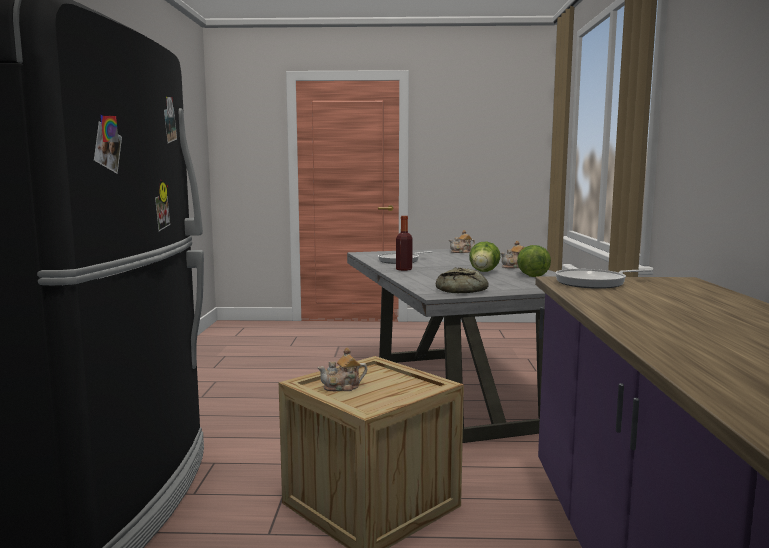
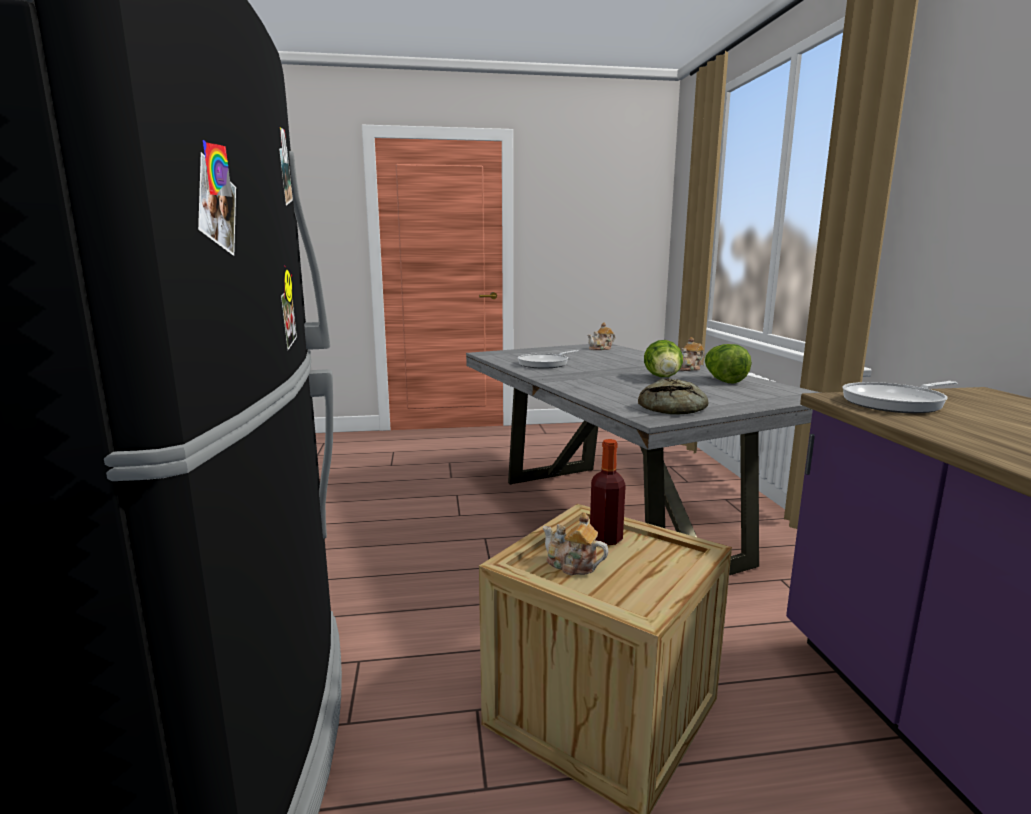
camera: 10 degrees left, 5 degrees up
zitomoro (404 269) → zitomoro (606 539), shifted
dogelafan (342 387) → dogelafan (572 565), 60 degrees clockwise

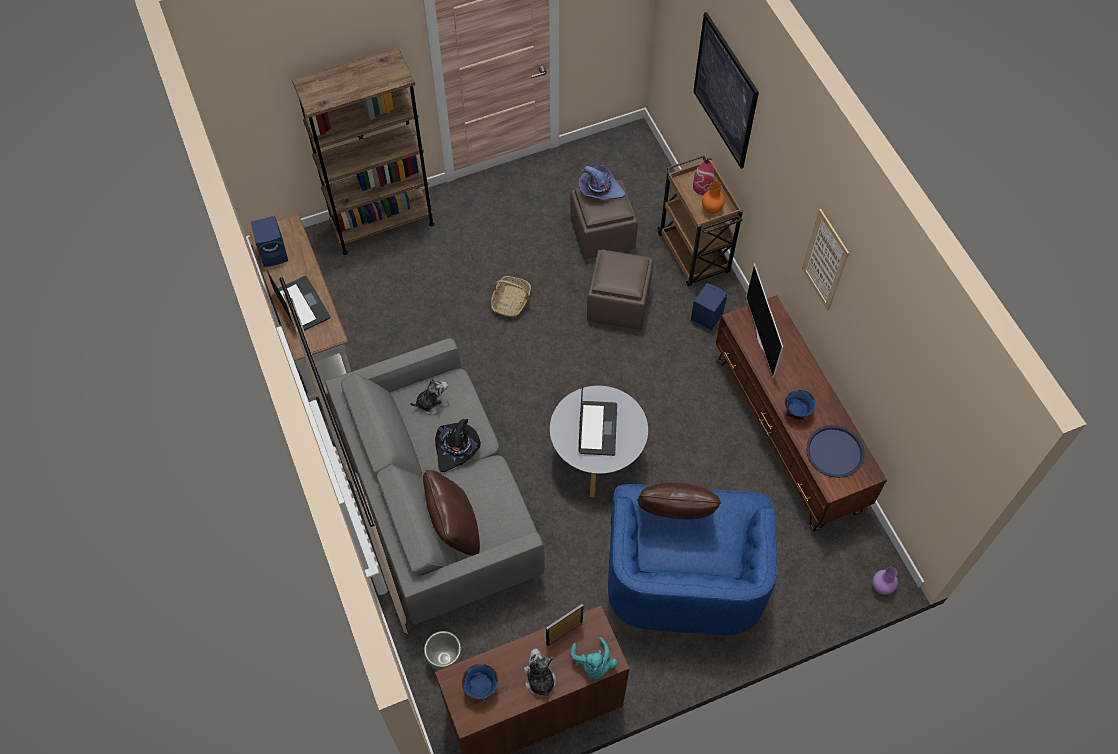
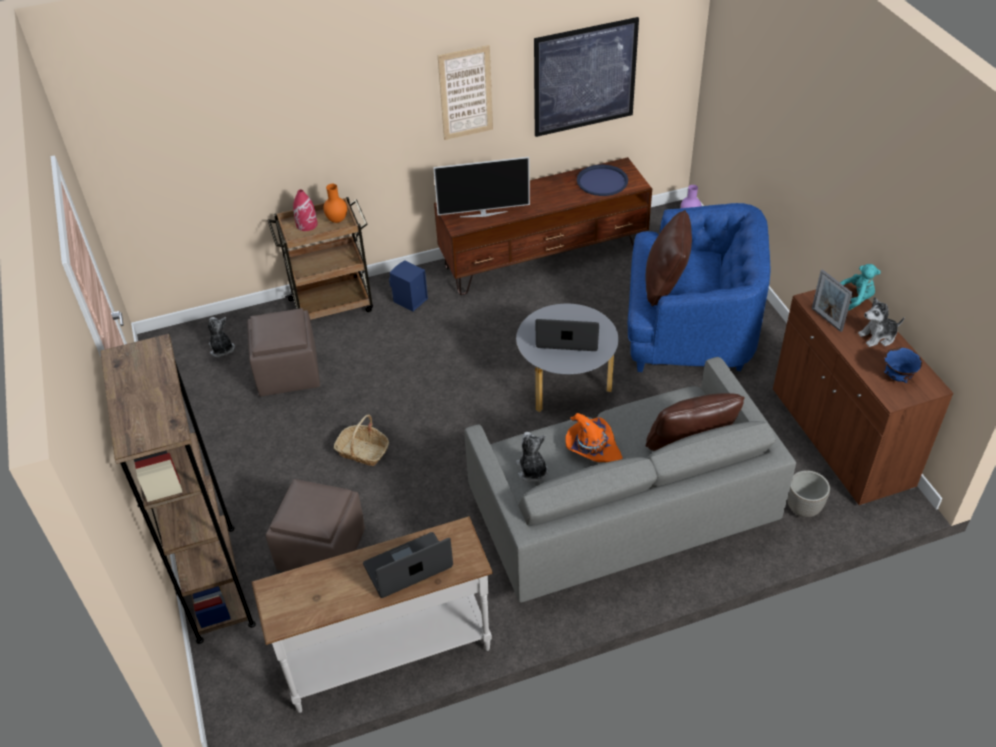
camera: 85 degrees left, 15 degrees down
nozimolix (725 91) → nozimolix (585 77), shifted
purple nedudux (599 189) → -
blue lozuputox (275 253) → -
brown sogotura (619 304) → brown sogotura (322 549), shifted
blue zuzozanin (796 413) → -
black nedudux (457 448) → orange nedudux (592 447)
- → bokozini (222 349)

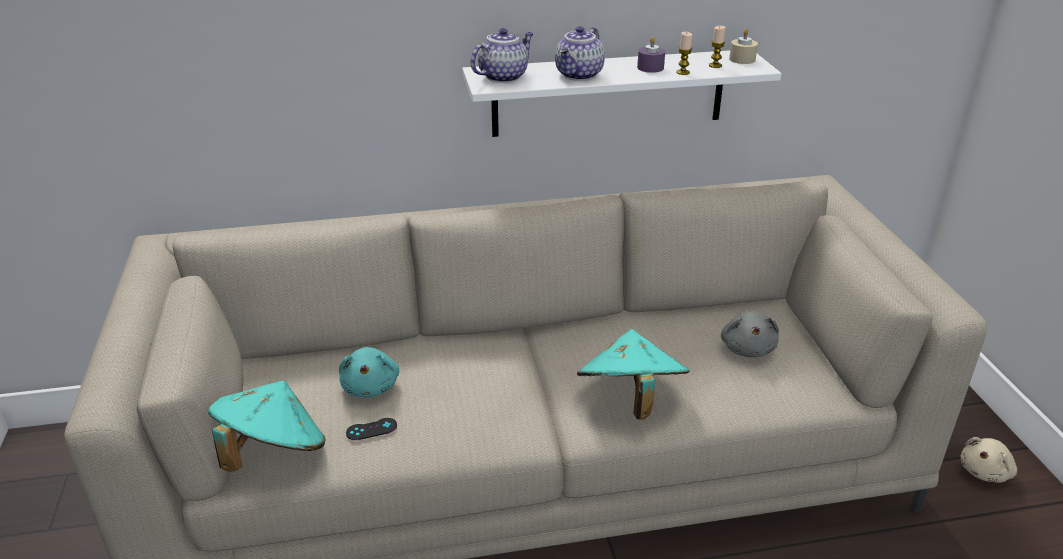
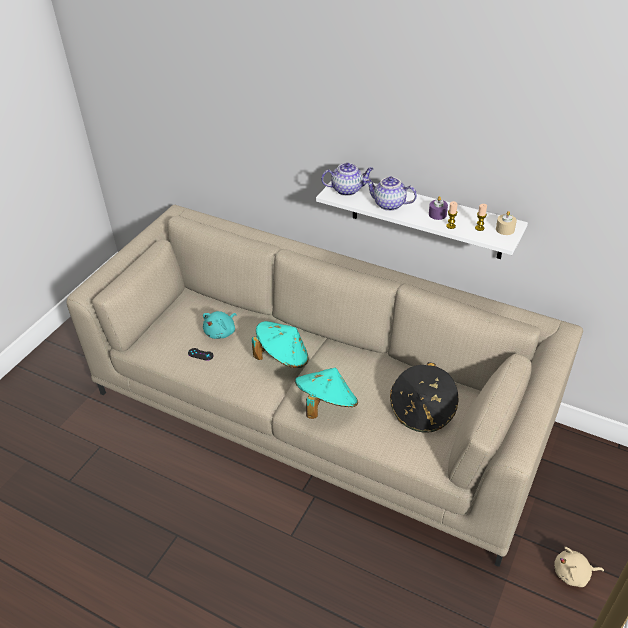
camera: 40 degrees right, 10 degrees up
dogelafan (580 75) → dogelafan (389 205), 45 degrees clockwise
grey bokozini (747 348) → black nedudux (422 411)
turquoise nedudux (272 452) → turquoise nedudux (283 358), shifted

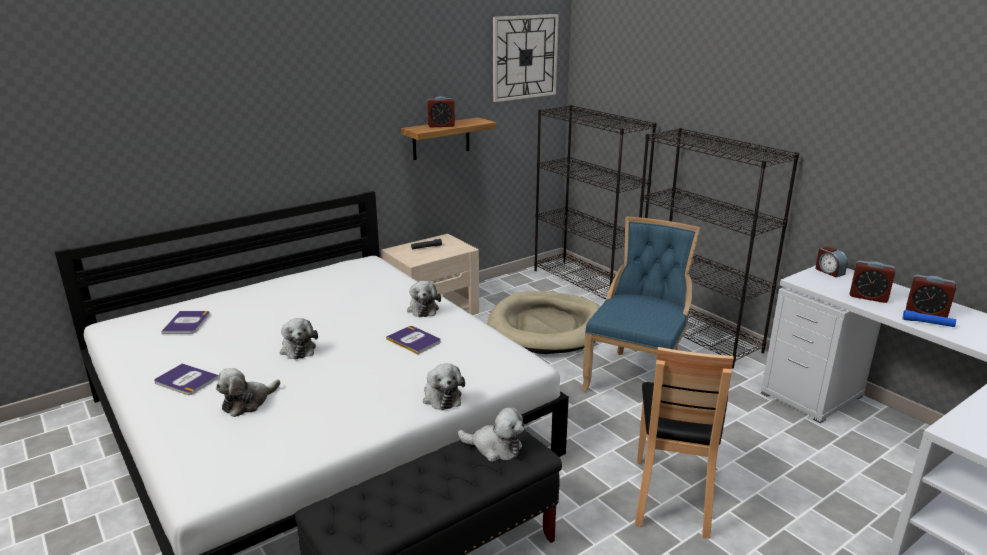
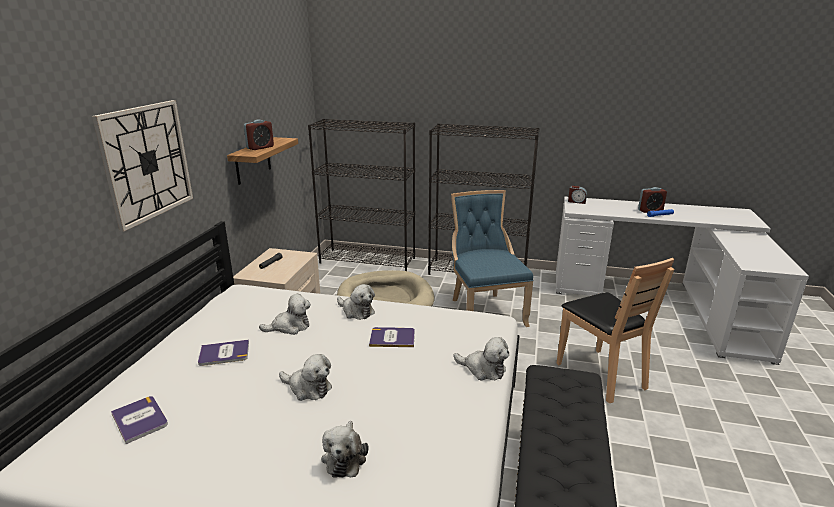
camera: 40 degrees left, 0 degrees up
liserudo (524 57) → liserudo (147 162), shifted
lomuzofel (868 297) → -
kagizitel (186 380) → kagizitel (224 353), shifted
bokozini (495 447) → bokozini (290 327), shifted

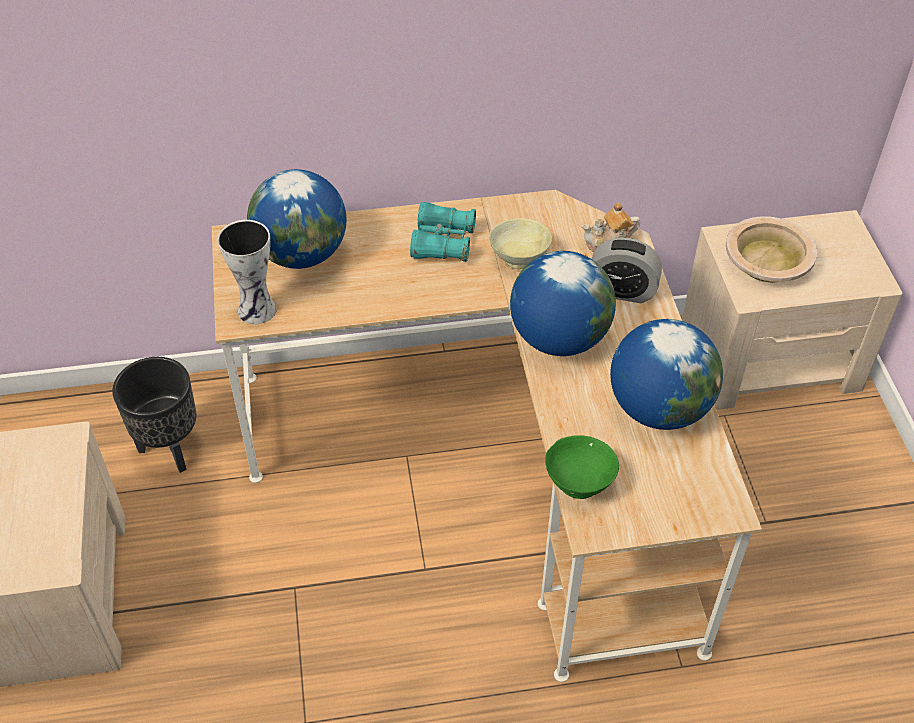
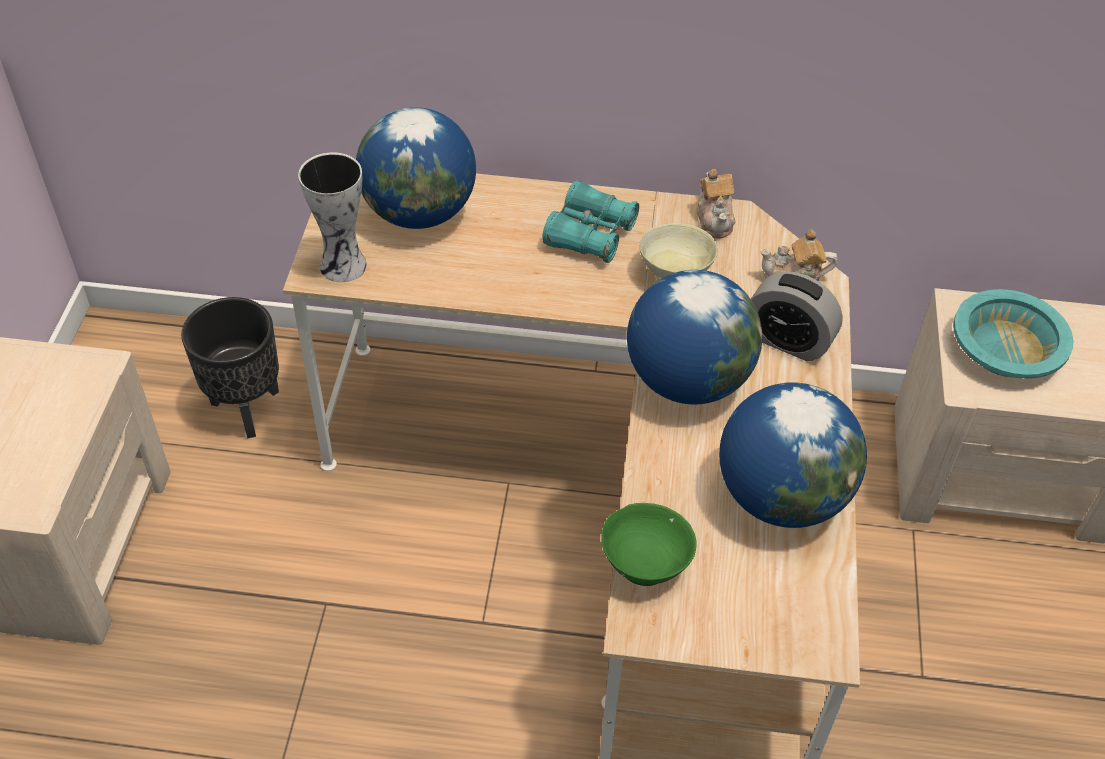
camera: 15 degrees right, 0 degrees up
beige zuzozanin (767 261) → turquoise zuzozanin (1006 348)
- → dogelafan (715 219)

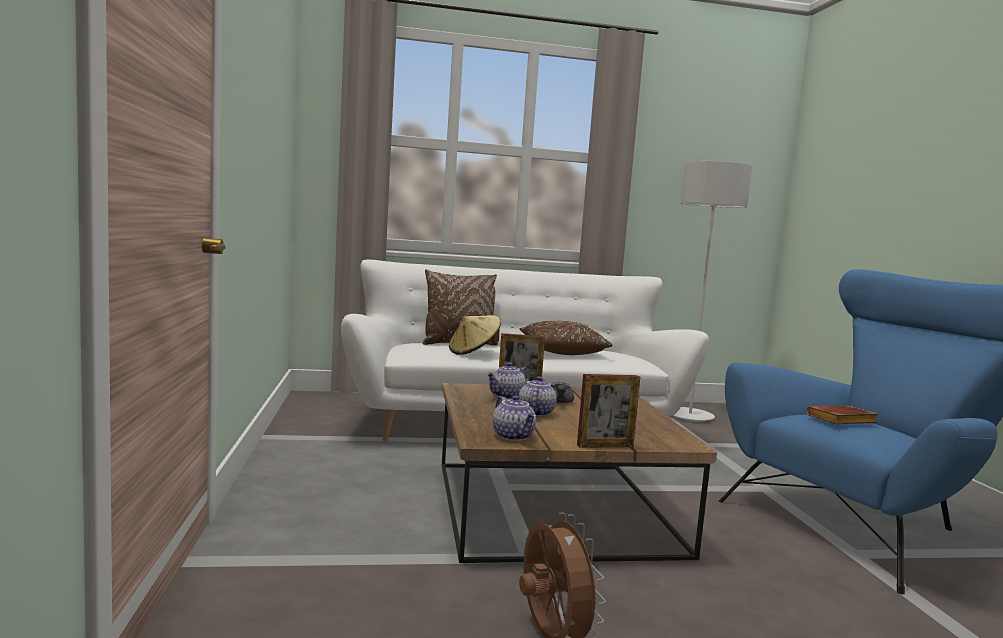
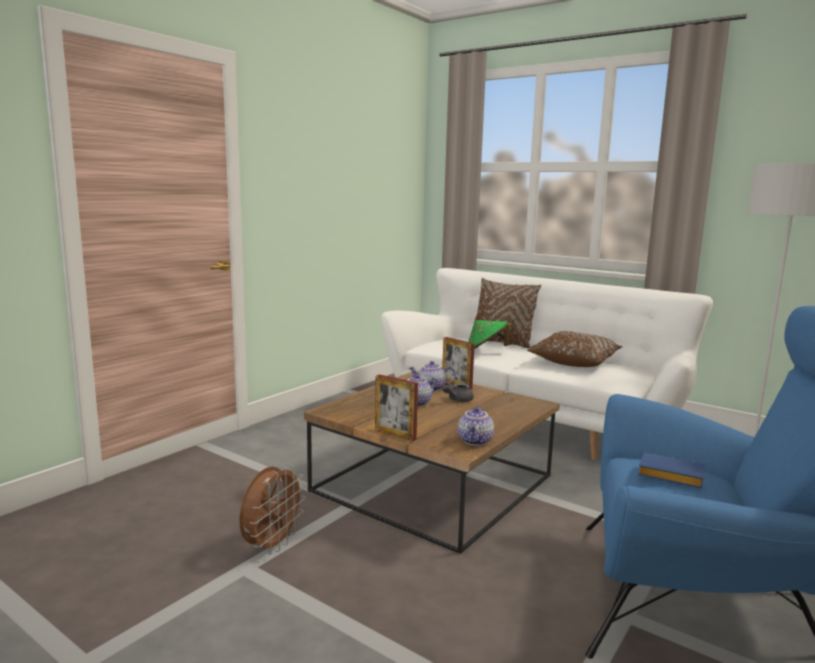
camera: 45 degrees right, 5 degrees up
beige nedudux (474 352) → green nedudux (486 351)
dogelafan (514 436) → dogelafan (476 441), shifted
brown kagizitel (841 421) → blue kagizitel (668 476)

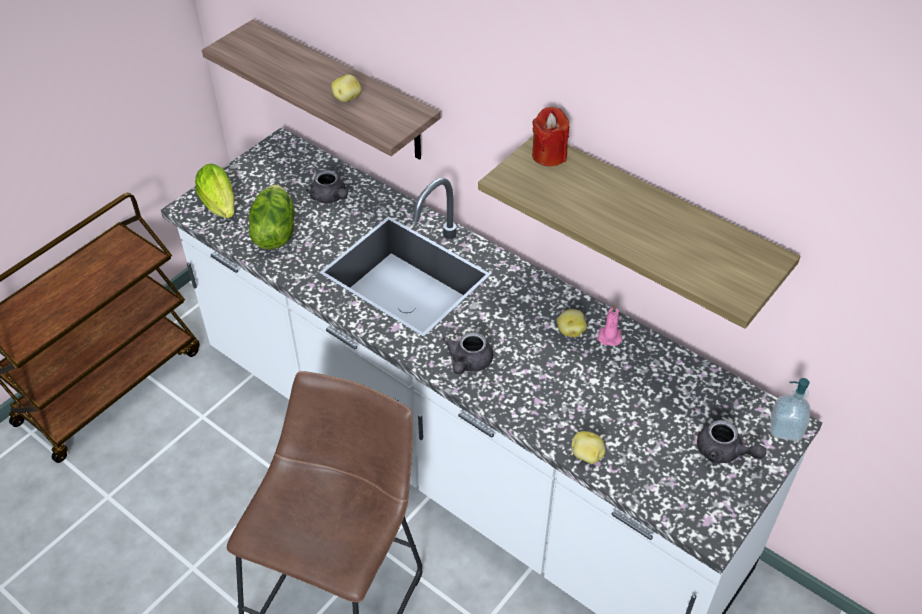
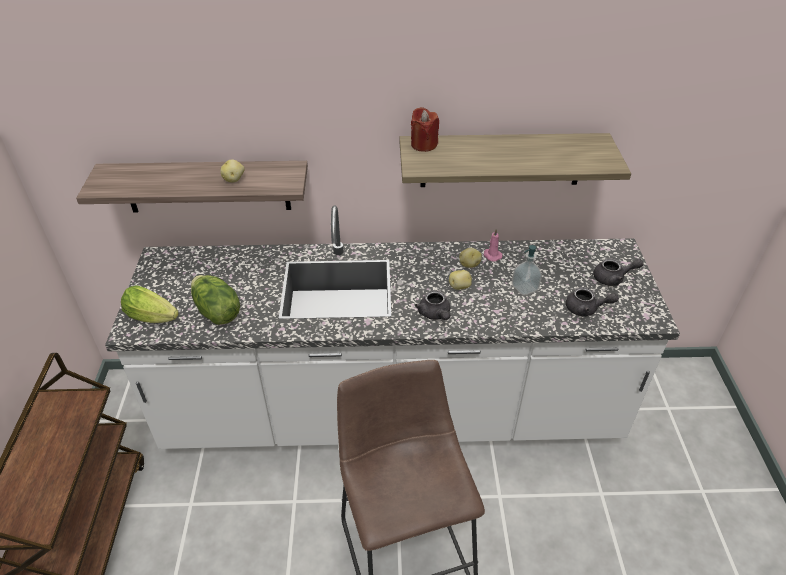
camera: 40 degrees left, 5 degrees down
grey dogelafan (330 198) → grey dogelafan (586 309), shifted
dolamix (785 429) → dolamix (524 288), shifted
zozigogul (587 455) → zozigogul (460 287), shifted

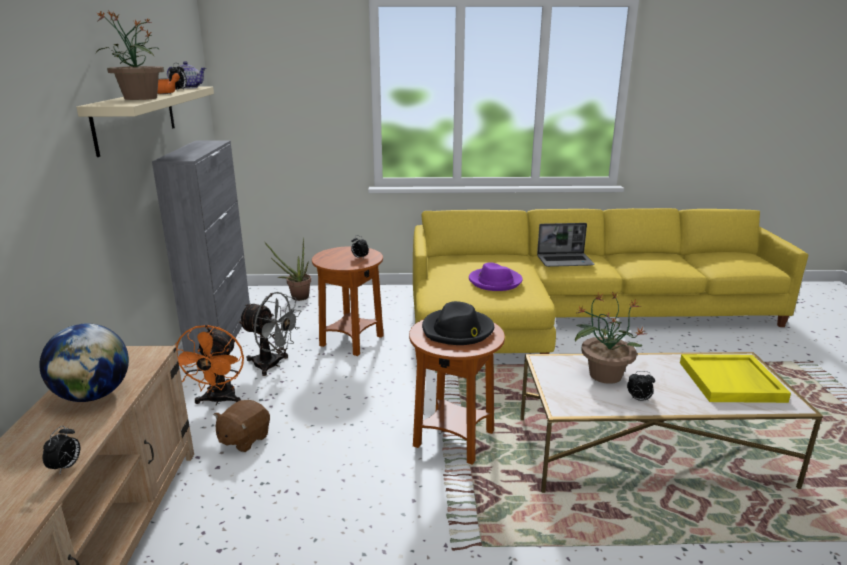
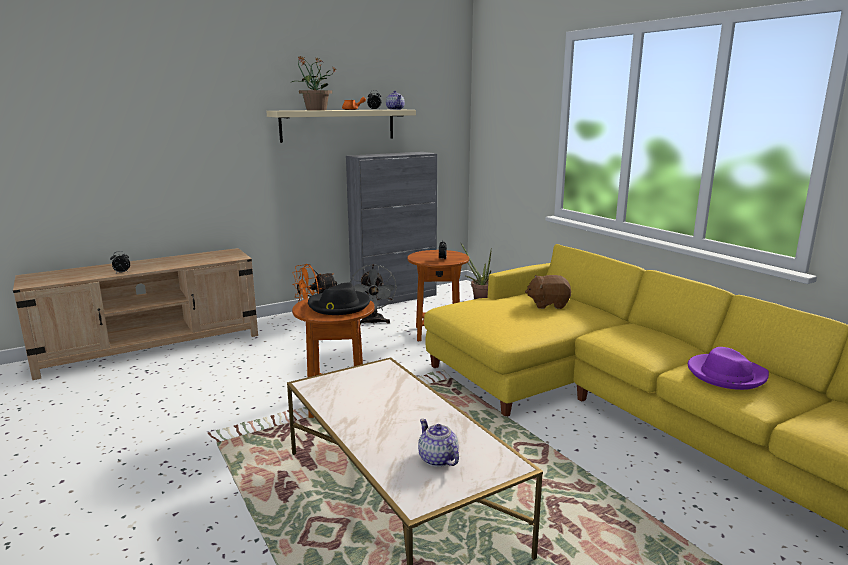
camera: 60 degrees right, 5 degrees down
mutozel (565 261) → -
purple nedudux (495 281) → purple nedudux (726 374), shifted
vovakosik (604 374) → -
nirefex (93 395) → -
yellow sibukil (732 382) → dogelafan (438 459)
lomuzofel (638 399) → -
brown bokozini (244 439) → brown bokozini (548 304), shifted

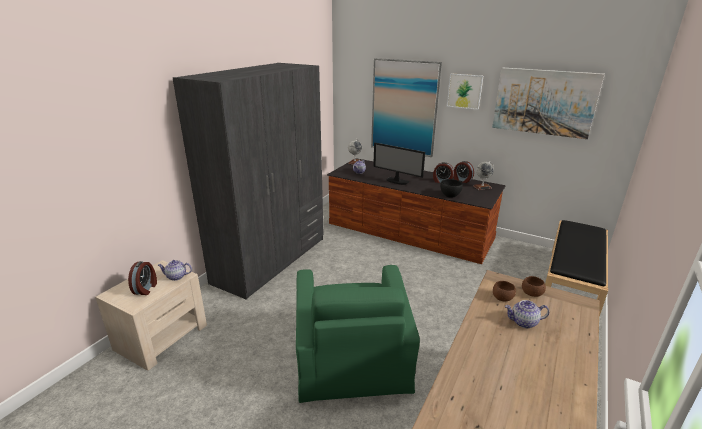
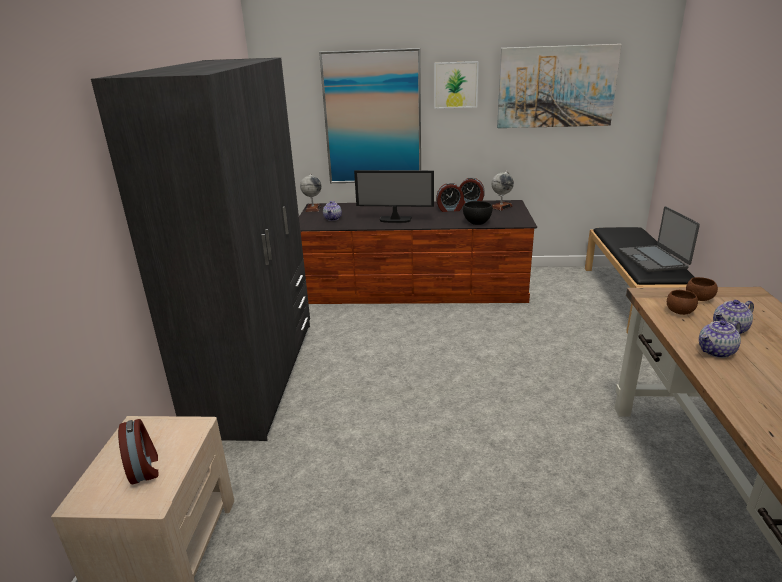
camera: 25 degrees left, 0 degrees up
dogelafan (176 277) → dogelafan (716 351), shifted
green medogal (352 359) → -
- → mutozel (653 259)

